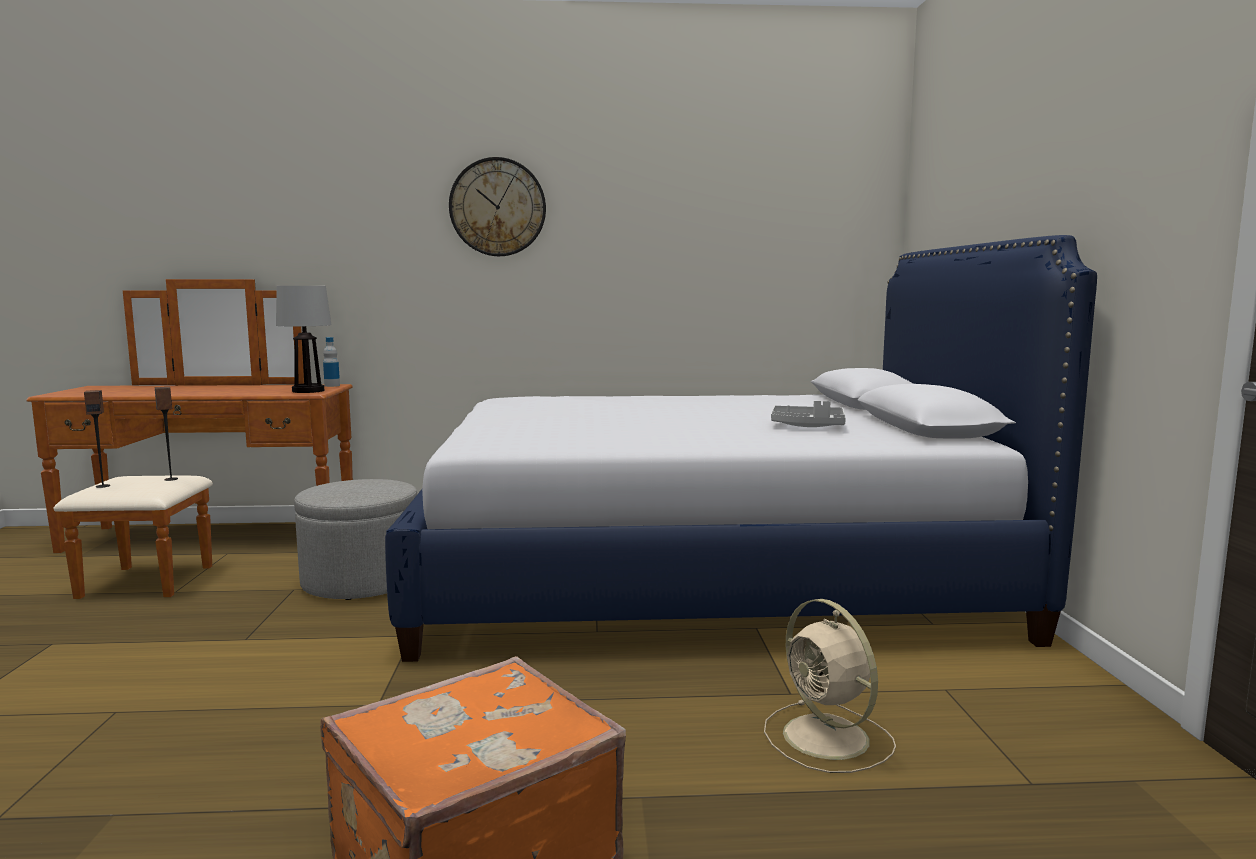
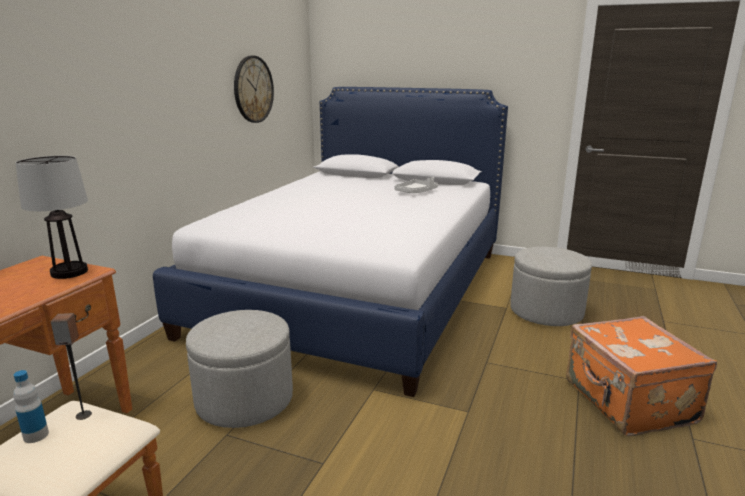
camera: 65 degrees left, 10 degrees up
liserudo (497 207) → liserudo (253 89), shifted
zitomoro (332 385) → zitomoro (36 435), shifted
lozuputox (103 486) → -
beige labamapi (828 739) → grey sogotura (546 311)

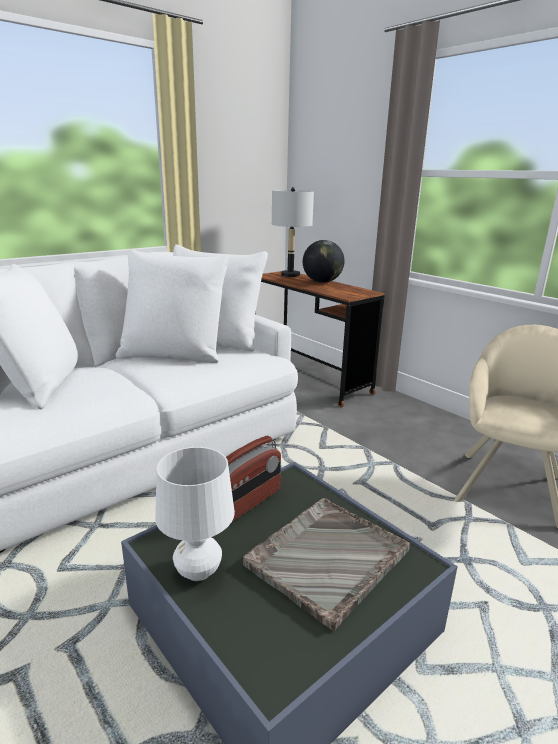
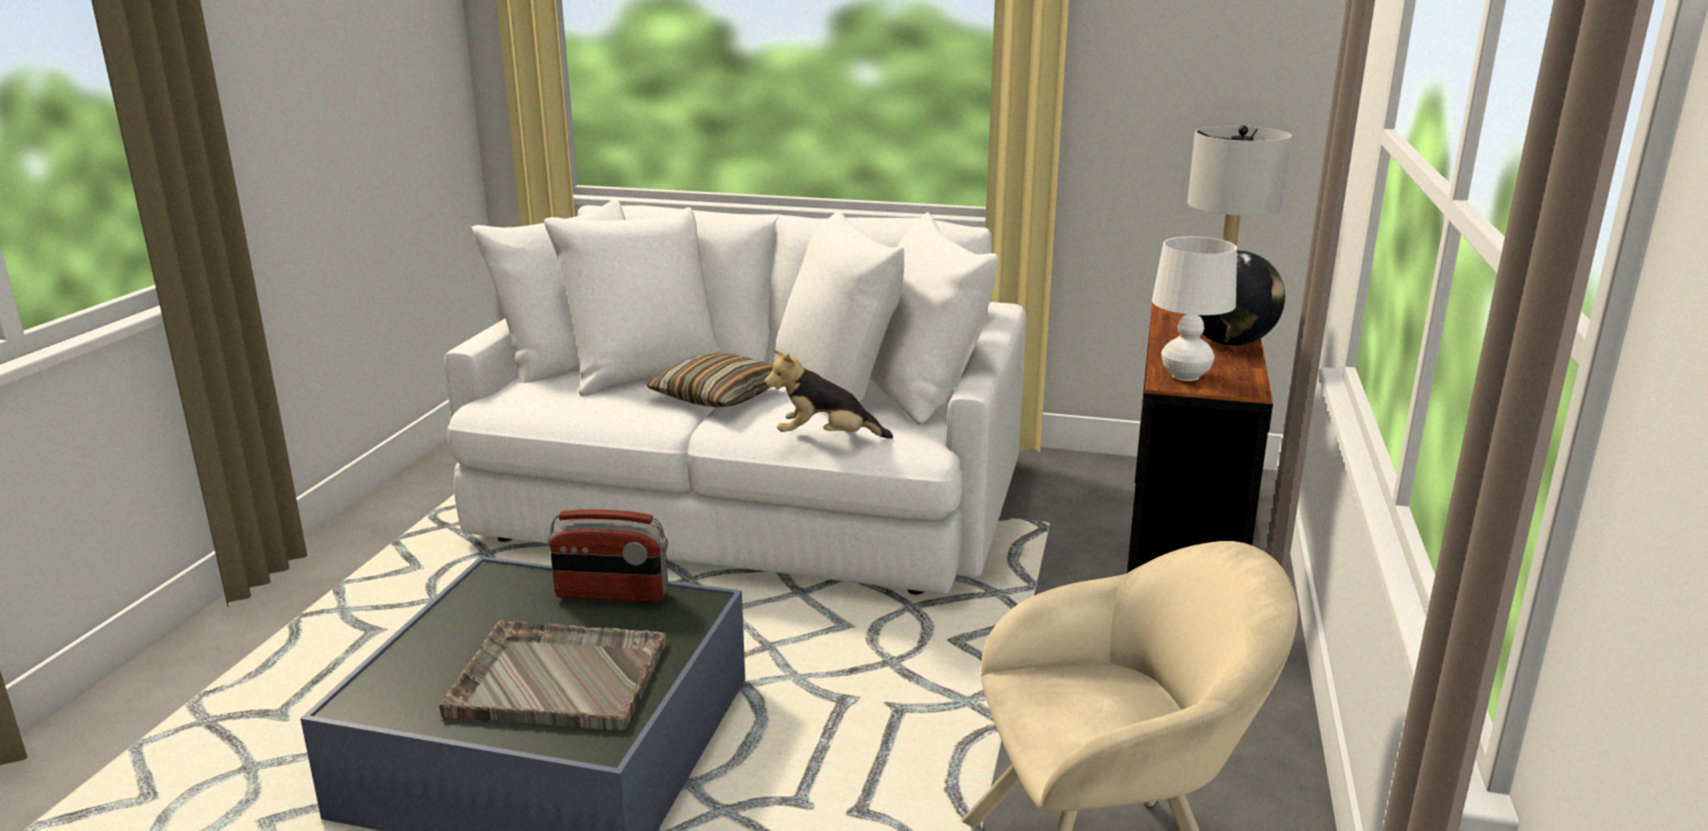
camera: 55 degrees right, 0 degrees up
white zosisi (198 571) → white zosisi (1185 376), shifted
- → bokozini (826 438)
- → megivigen (718 396)

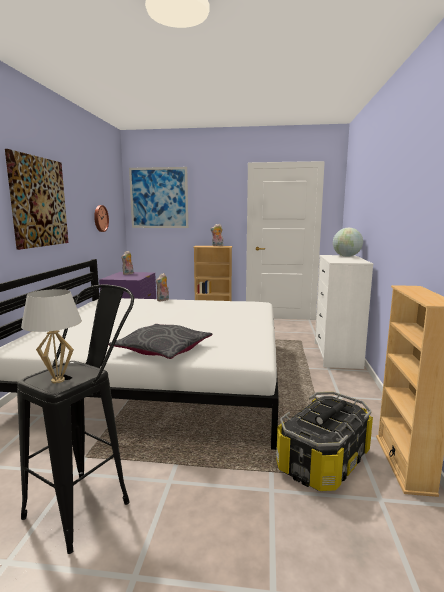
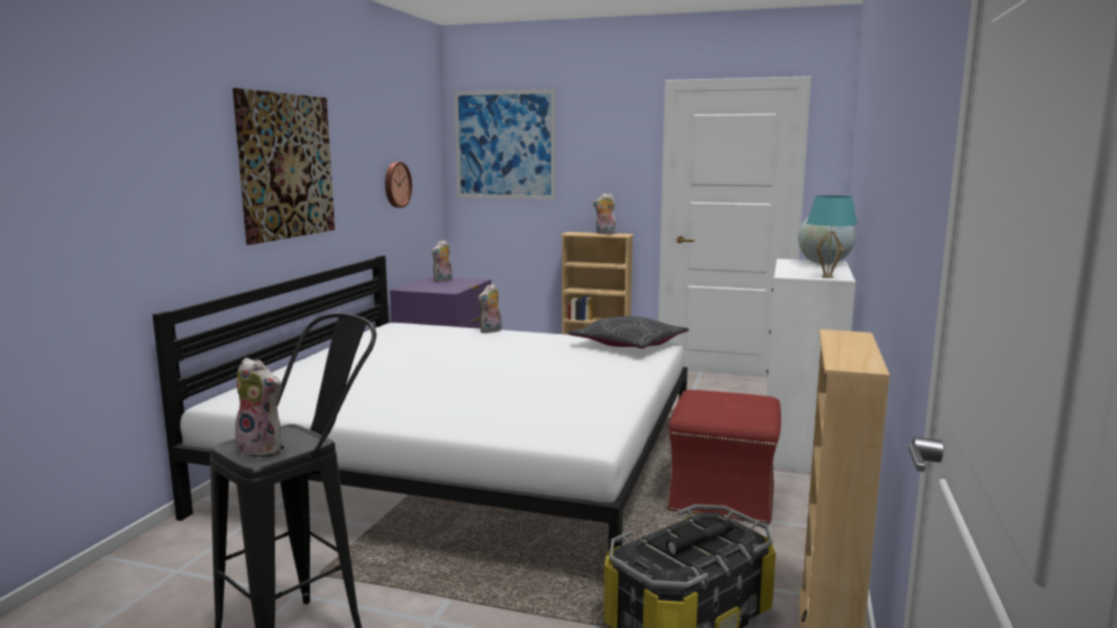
camera: 10 degrees right, 0 degrees up
white zosisi (58 380) → bokozini (263 450)
grey megivigen (162 350) → grey megivigen (628 344), shifted
- → turquoise zosisi (827 277)
- → red sogotura (722 496)

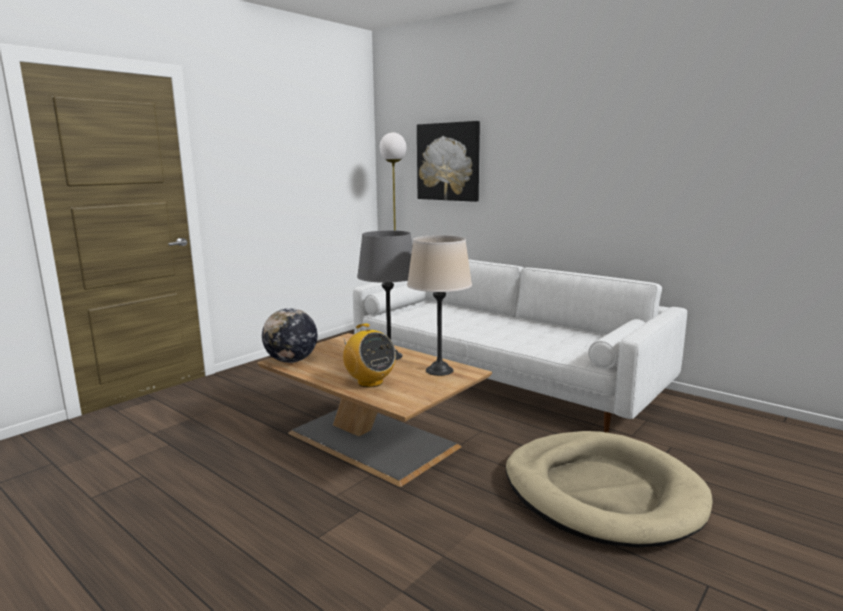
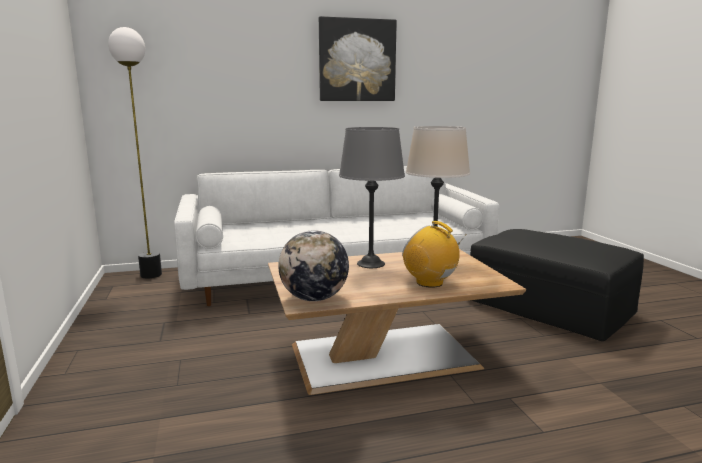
camera: 55 degrees left, 0 degrees up
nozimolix (448 162) → nozimolix (357 60), shifted
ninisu (370 382) → ninisu (430 282), 135 degrees counterclockwise
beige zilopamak (601 492) → black sogotura (548 308)

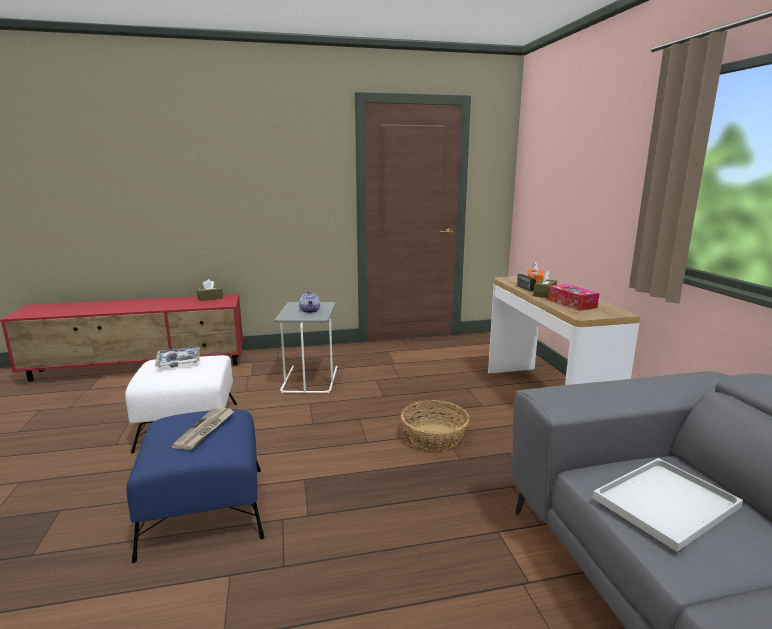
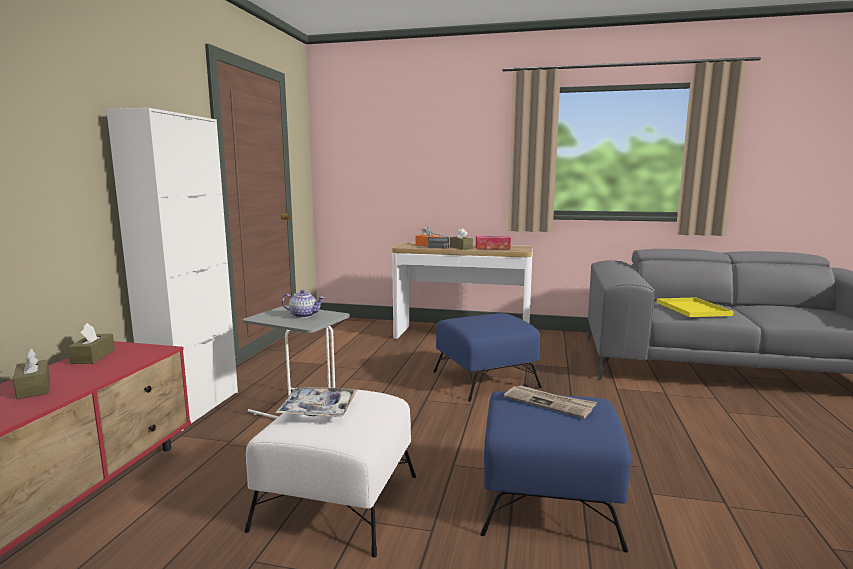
camera: 65 degrees left, 5 degrees down
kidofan (434 437) → blue sogotura (486 379)
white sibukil (665 504) → yellow sibukil (694 309)
- → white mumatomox (194 408)
- → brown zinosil (34 388)

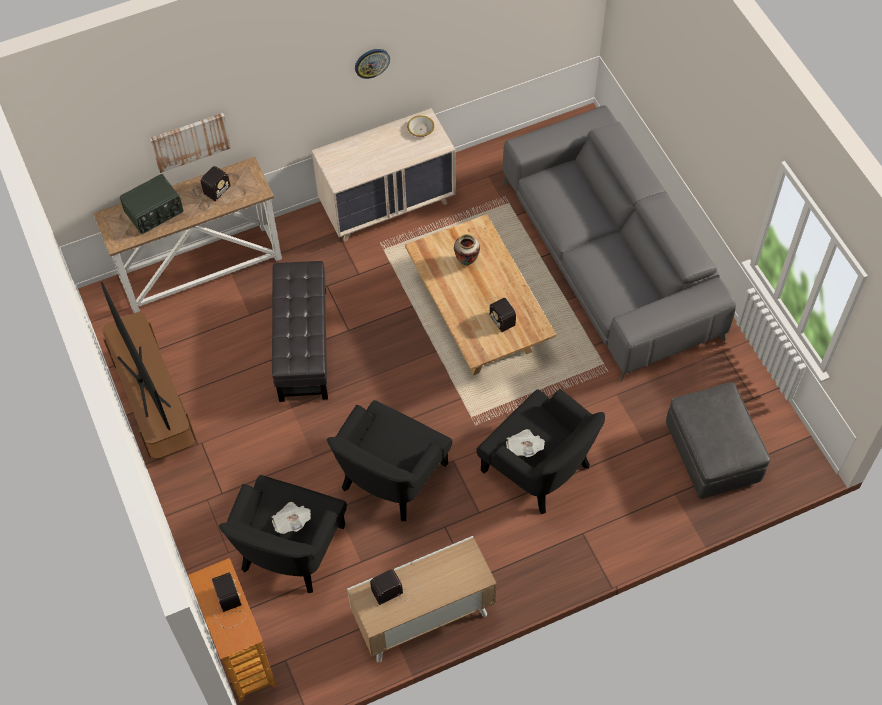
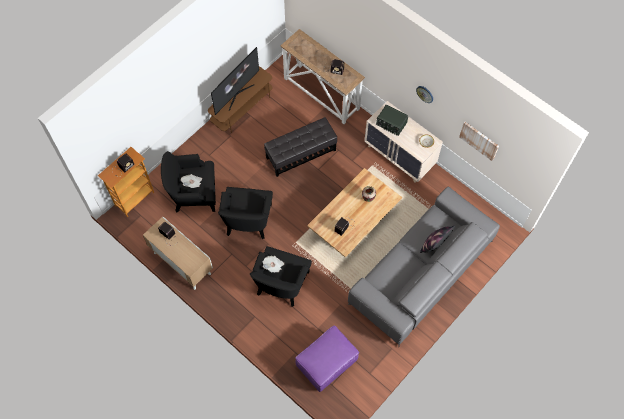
camera: 65 degrees right, 5 degrees up
nozimolix (190 141) → nozimolix (479 140), shifted
ninisu (154 213) → ninisu (391 124), shifted
grey sogotura (712 453) → purple sogotura (326 363)
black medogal (391 477) → black medogal (248 220), 90 degrees counterclockwise
- → megivigen (434 244)

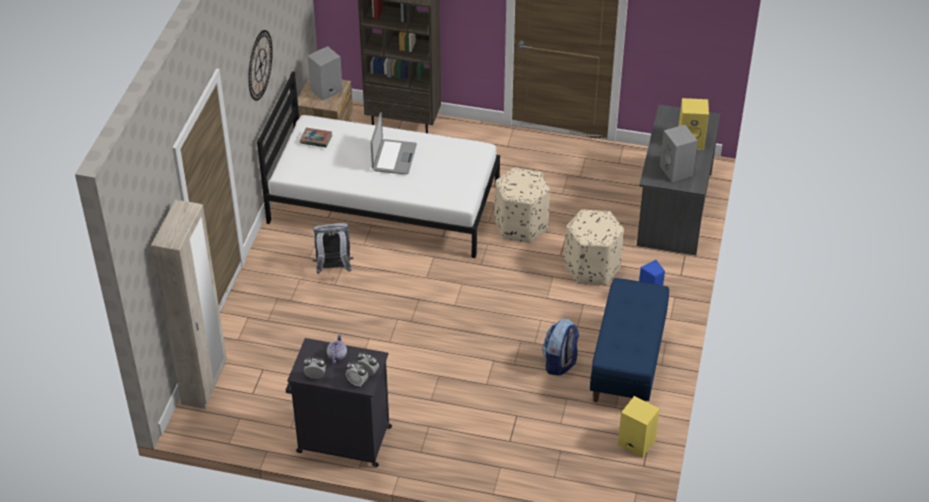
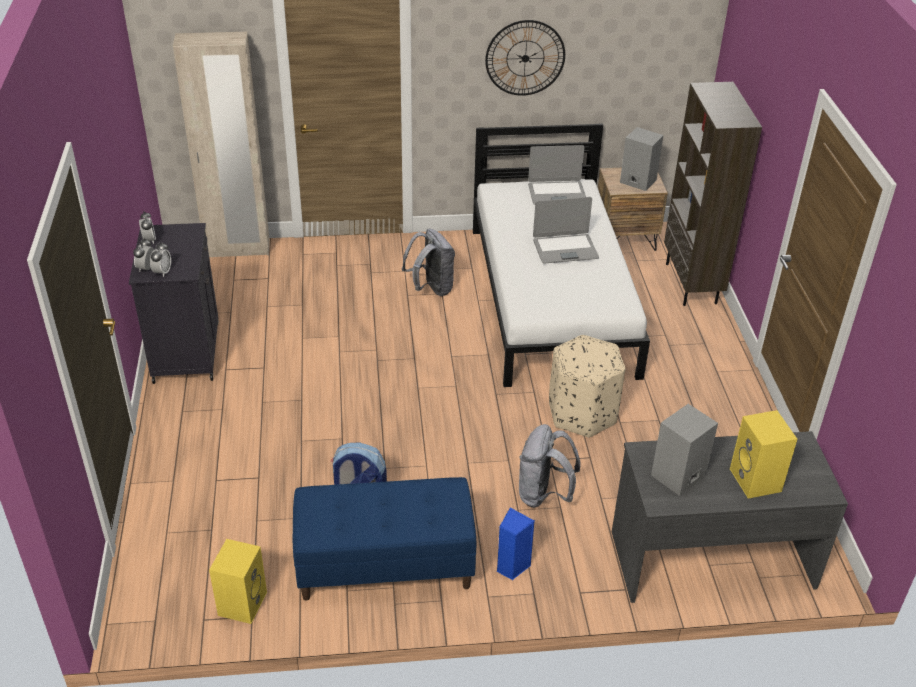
camera: 70 degrees right, 5 degrees down
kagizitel (316 139) → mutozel (557 193)
beige sogotura (592 268) → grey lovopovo (543 495)
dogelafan (337 355) → -

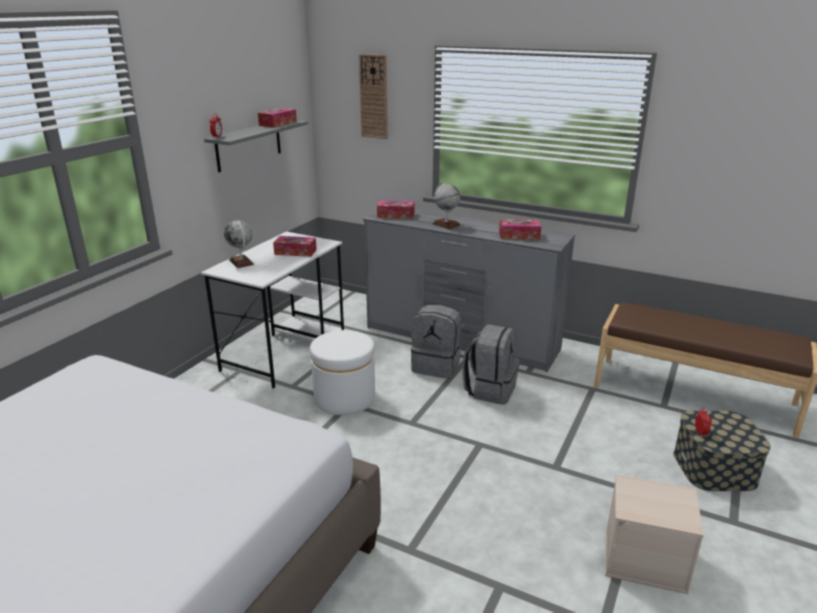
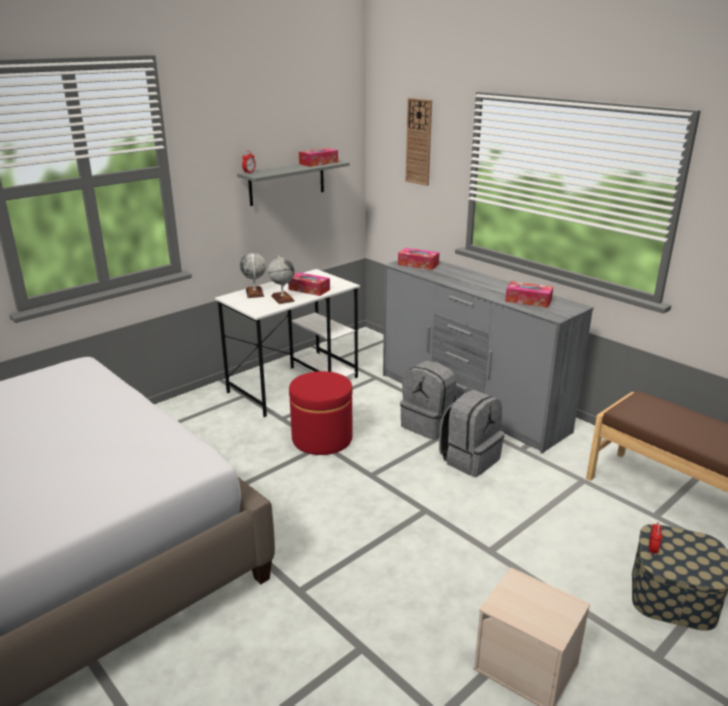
camera: 20 degrees right, 0 degrees up
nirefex (446 224) → nirefex (282 298), shifted
white sogotura (344 398) → red sogotura (322 439)

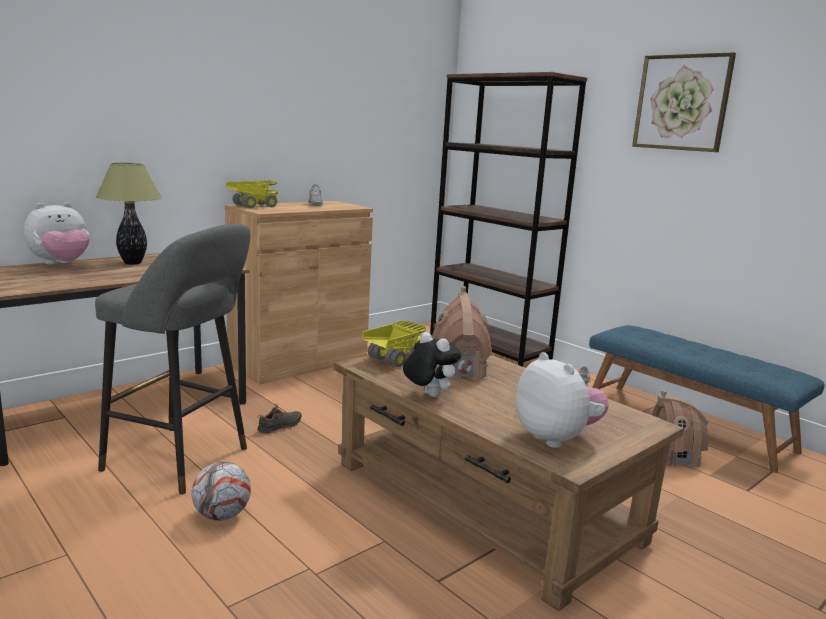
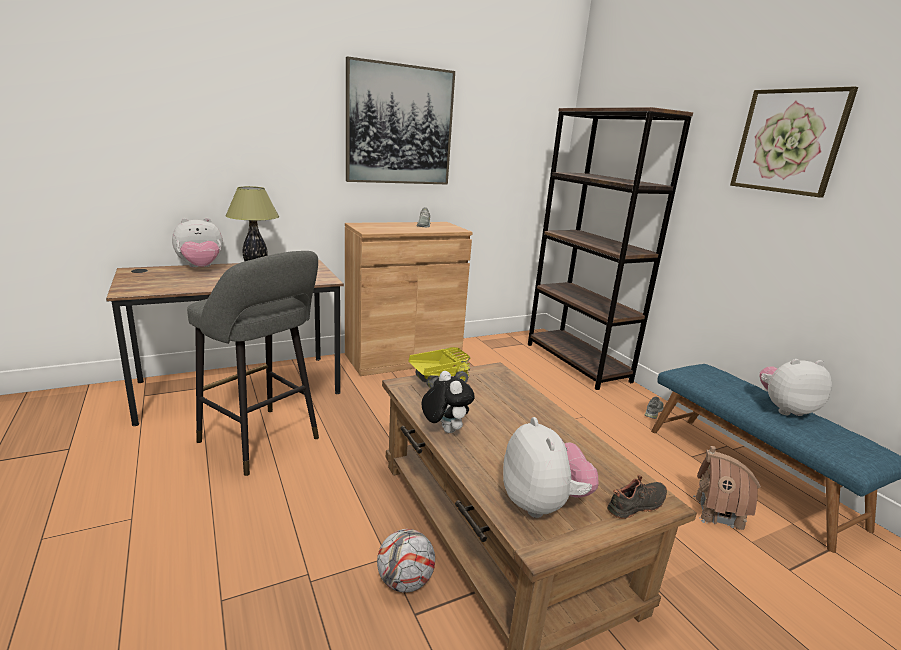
camera: 15 degrees right, 5 degrees up
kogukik (252 206) → -
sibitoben (460 370) → -
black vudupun (280 427) → black vudupun (637 506), shifted
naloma (221 515) → naloma (404 582), shifted
- → nozimolix (399 125)
- → bokozini (785 409)

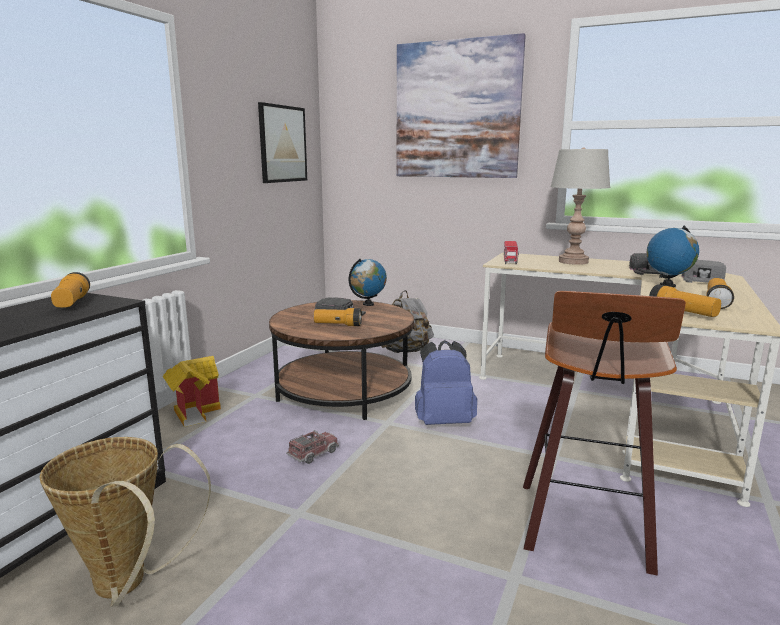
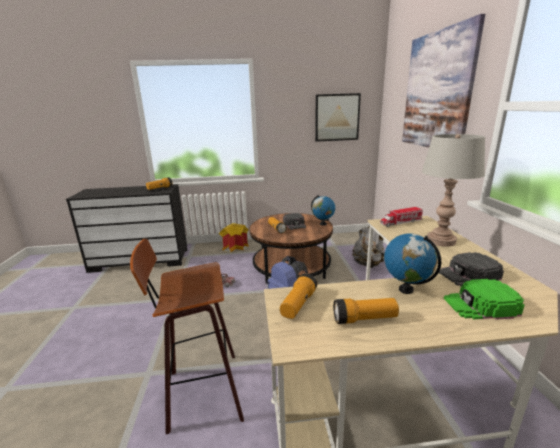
camera: 60 degrees right, 5 degrees up
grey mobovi (703 278) → green mobovi (481 305)
kidofan (128 587) → -

